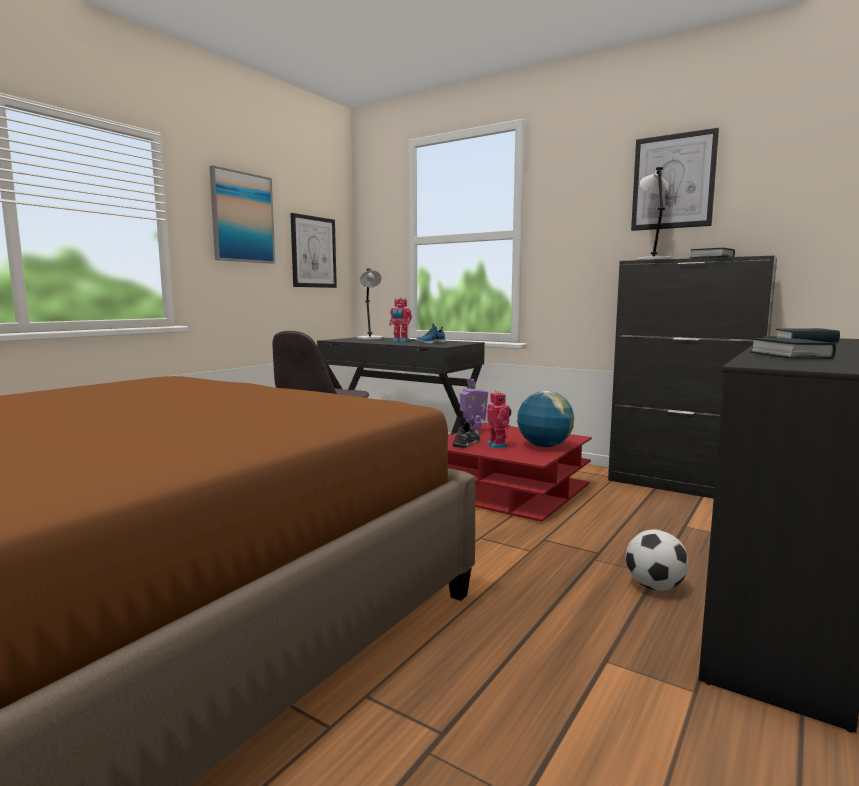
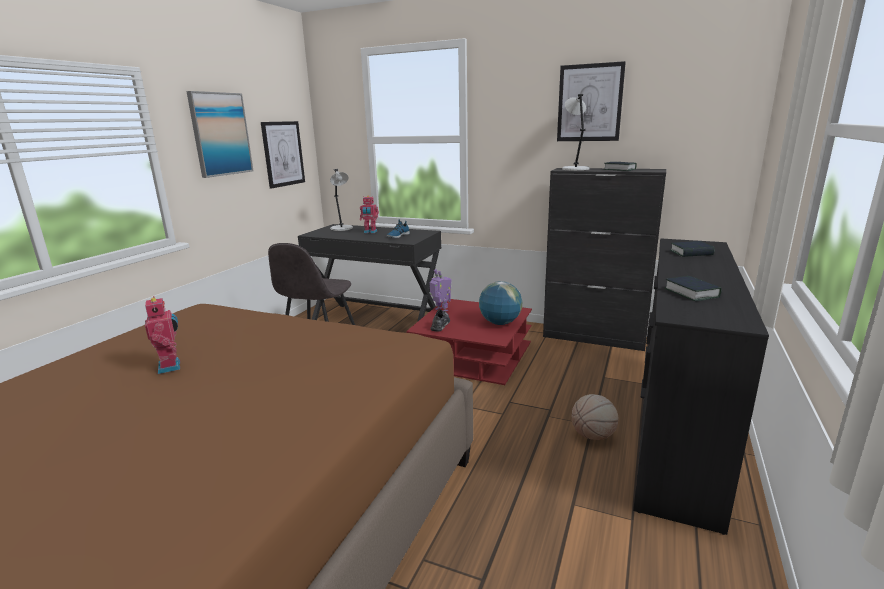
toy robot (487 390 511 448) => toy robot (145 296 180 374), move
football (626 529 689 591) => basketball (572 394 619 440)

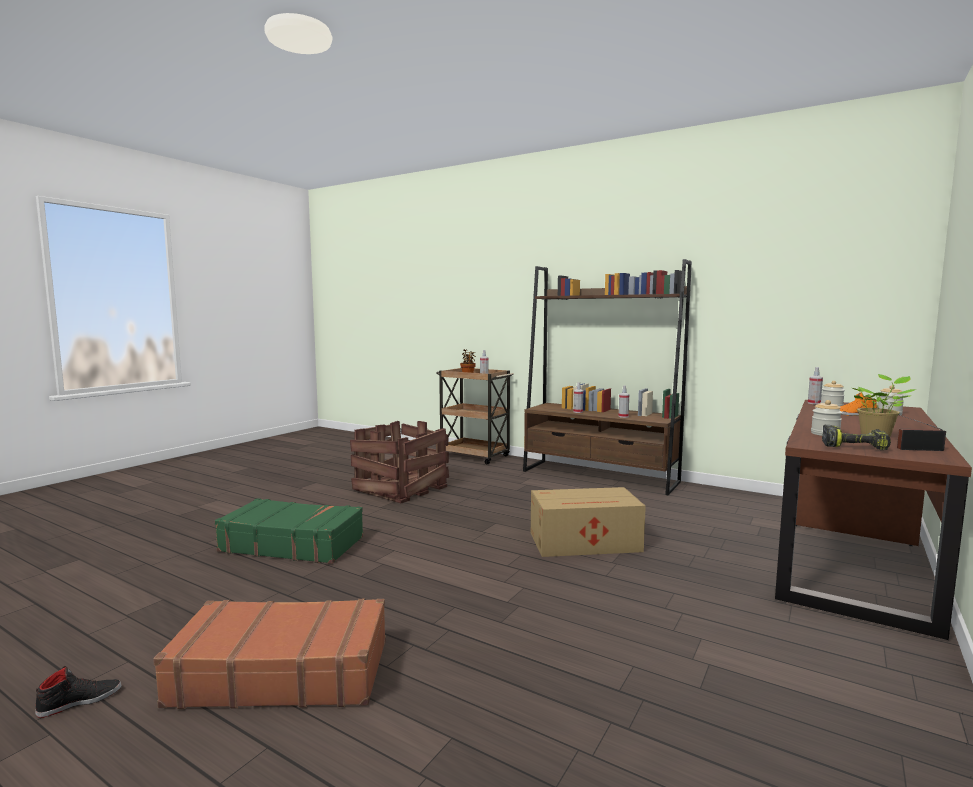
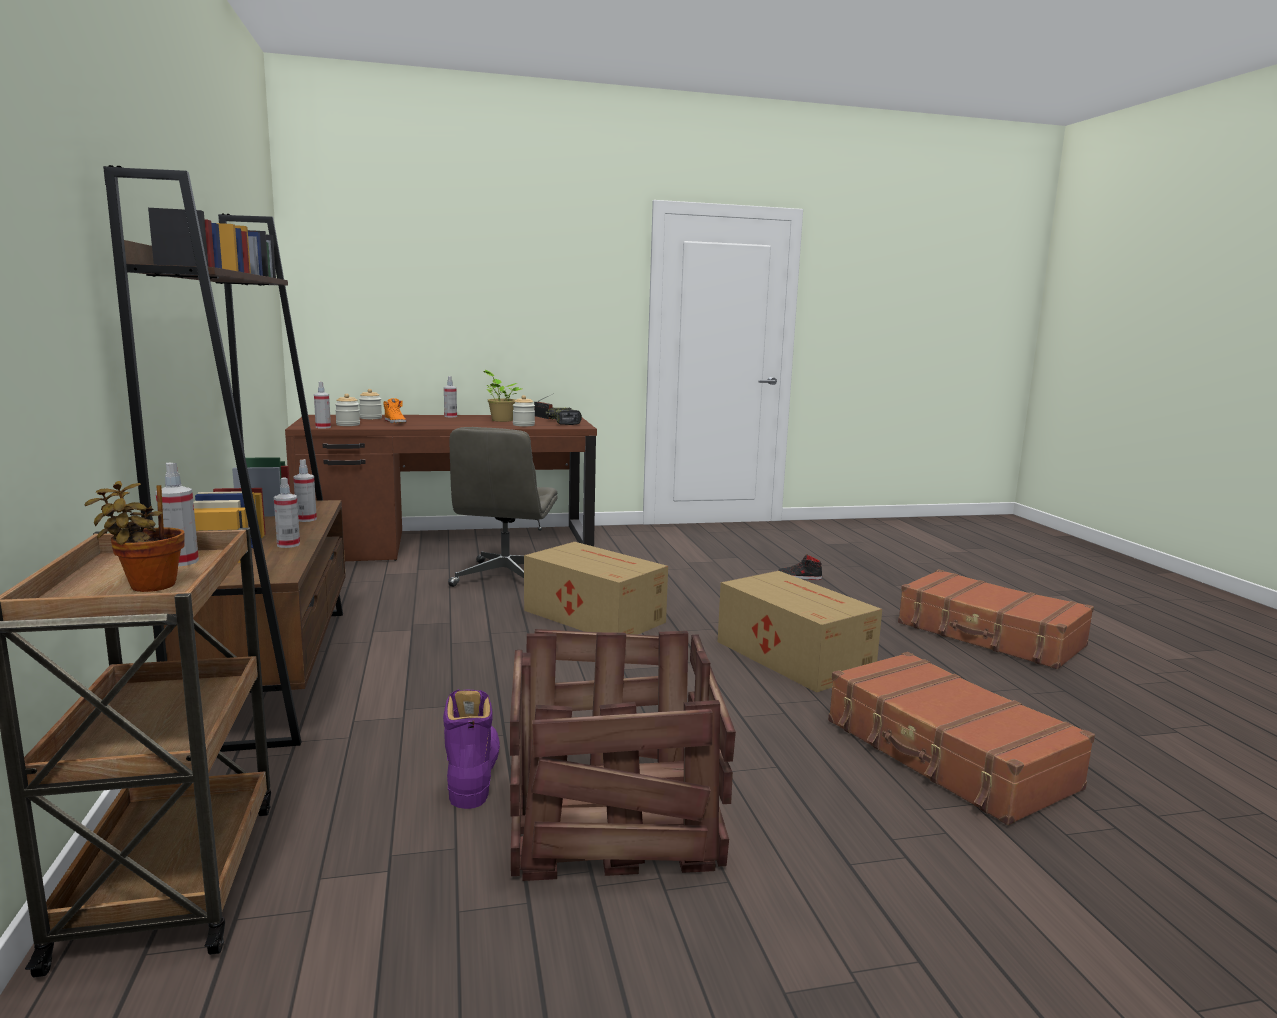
nothing => purple boot (443 689 500 809)
nothing => spray bottle (444 376 457 417)
nothing => grey office chair (448 427 558 587)
nothing => cardboard box (718 571 882 692)
black shoe (35 666 122 718) => black shoe (778 554 822 580), move
green suitcase (215 498 363 564) => brown suitcase (828 652 1095 825)

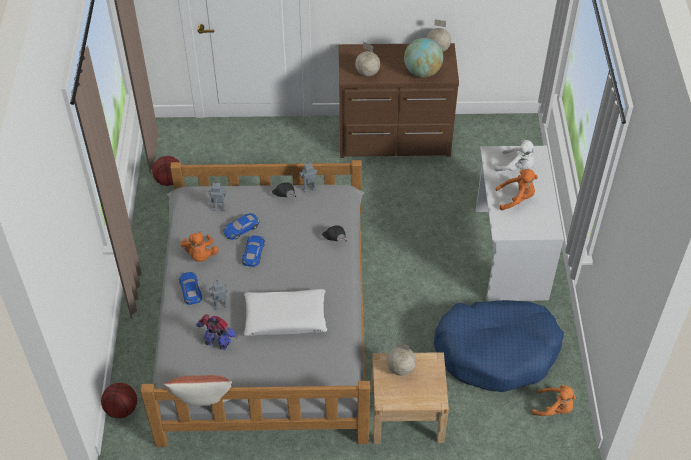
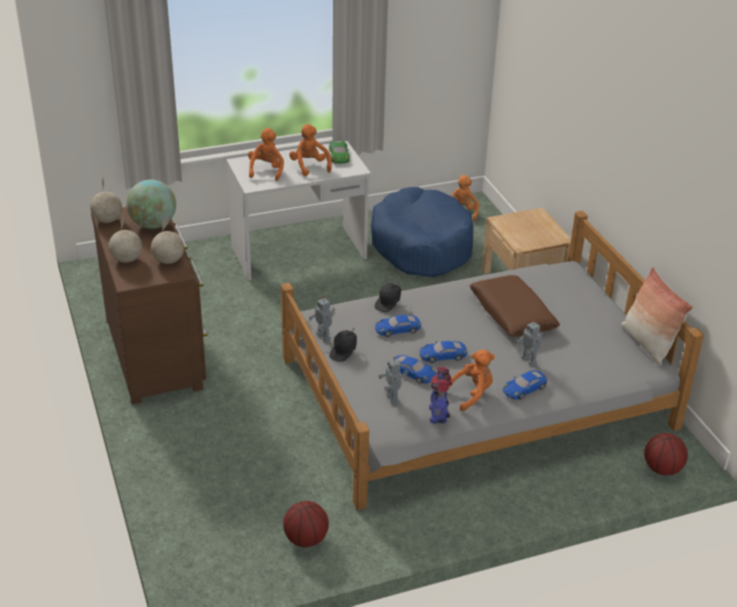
nothing => green toy car (329 140 350 164)
nothing => blue toy car (375 315 421 337)
toy robot (196 314 238 350) => toy robot (429 367 452 424), move
globe (387 342 416 376) => globe (109 214 142 263), move
white pillow (244 289 327 336) => brown pillow (470 275 560 337)
white plush toy (494 139 535 172) => orange plush toy (248 128 284 181)

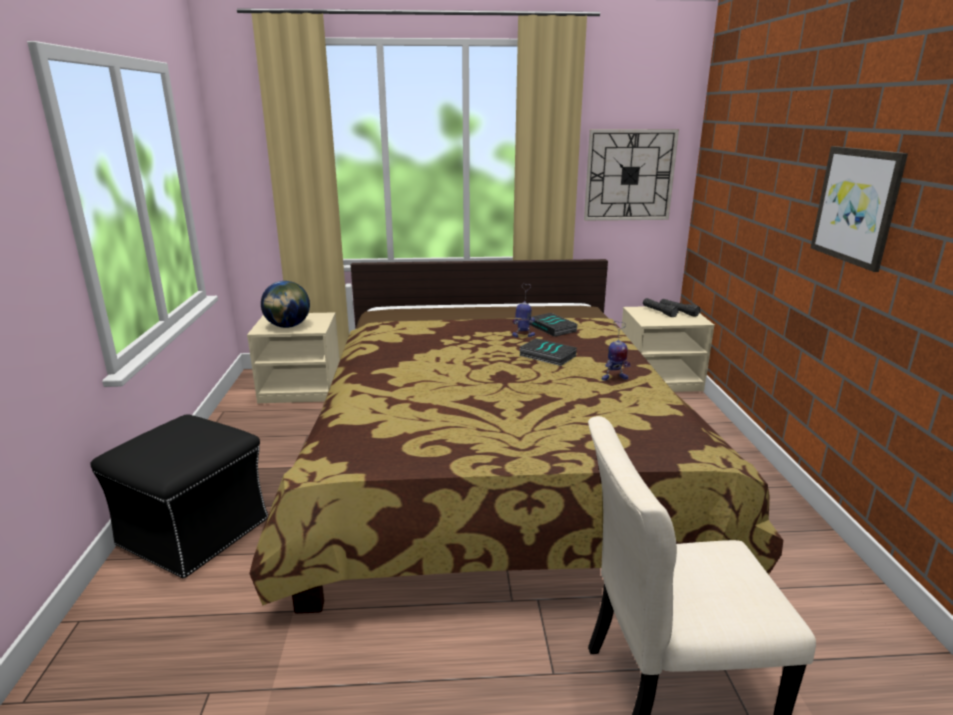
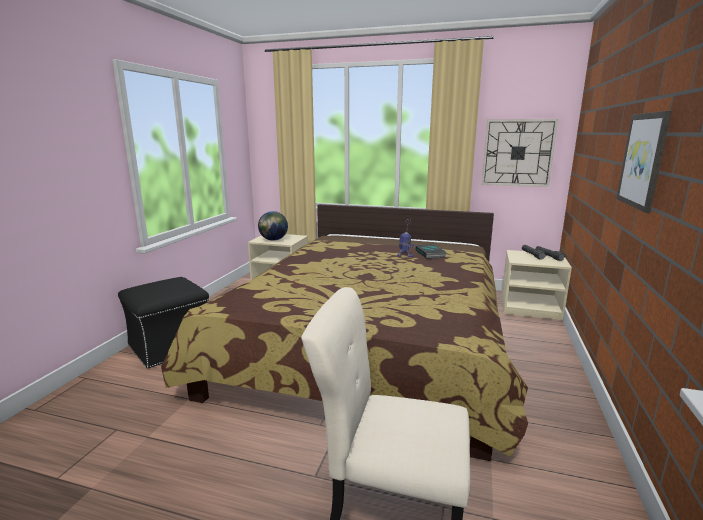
book (519 338 577 366) => nothing
toy robot (602 321 631 381) => nothing

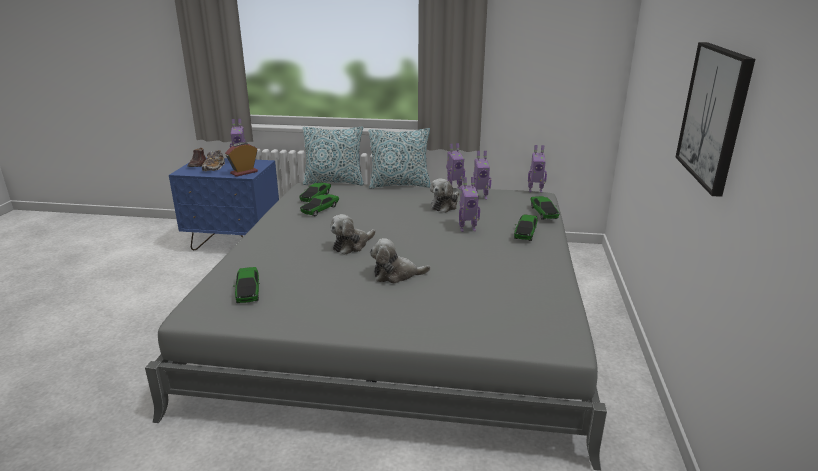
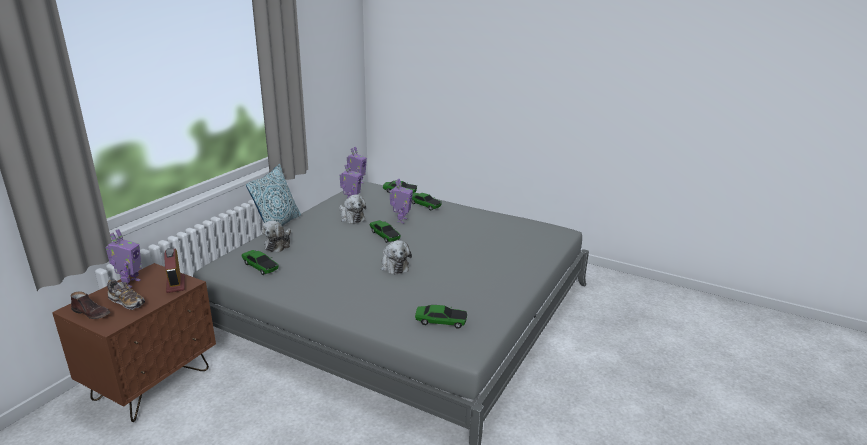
pillow (303 127 364 185) => nothing
toy robot (446 143 465 190) => nothing
picture (675 42 755 197) => nothing
toy car (300 194 339 216) => toy car (369 220 401 243), move
plush toy (370 238 431 284) => plush toy (262 221 291 252), move
blue nightstand (169 157 279 250) => brown nightstand (52 263 216 422)

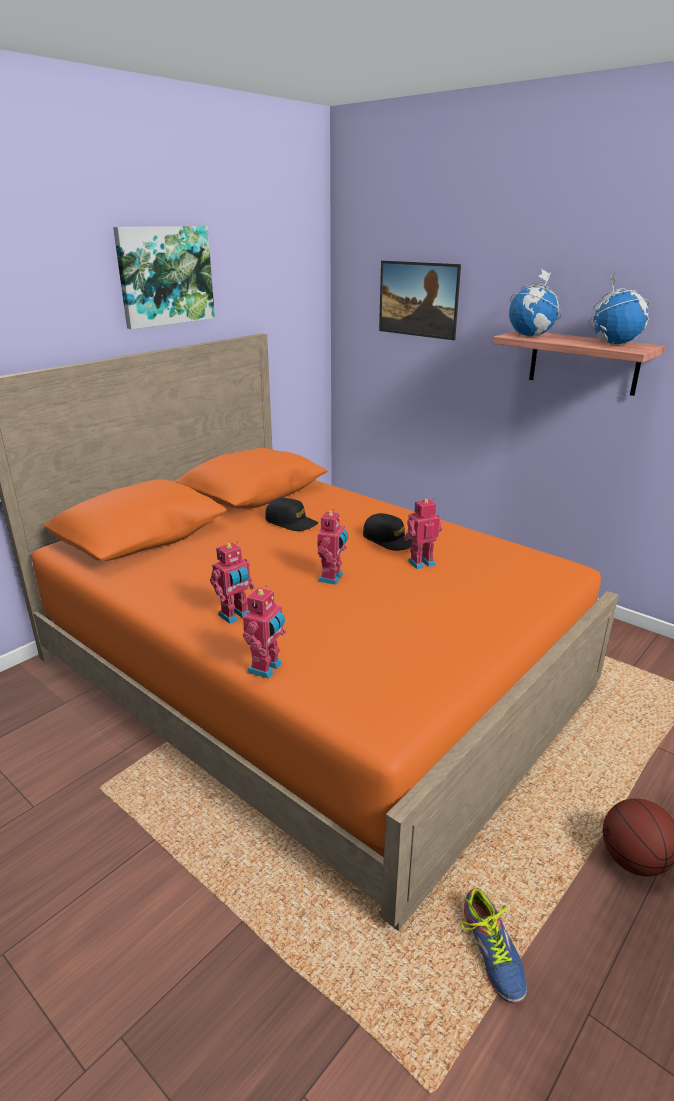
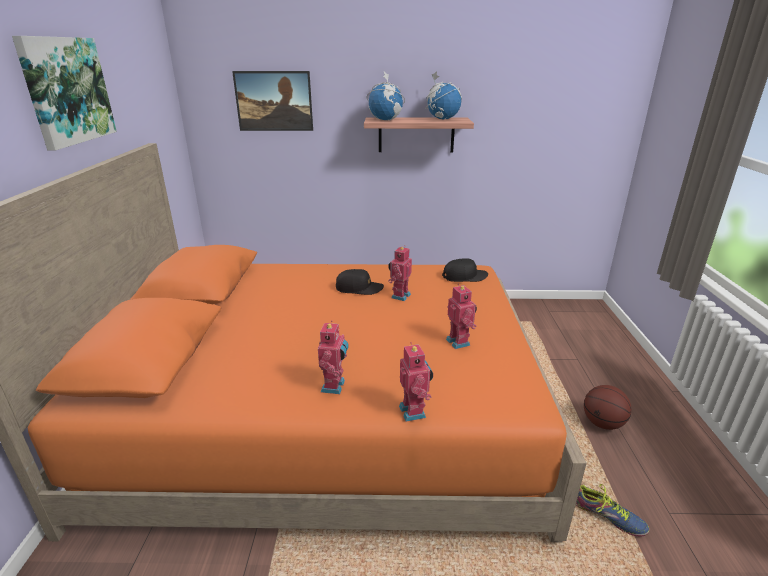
black cap (265 498 318 531) => black cap (442 258 488 282), move
toy robot (317 509 348 585) => toy robot (446 284 477 349), move

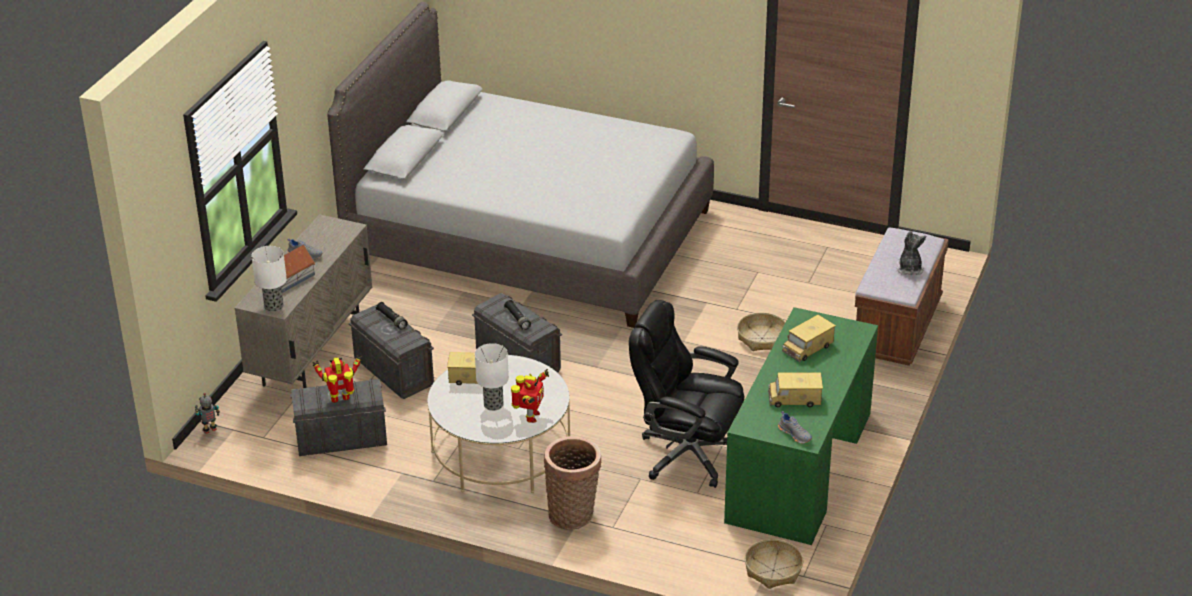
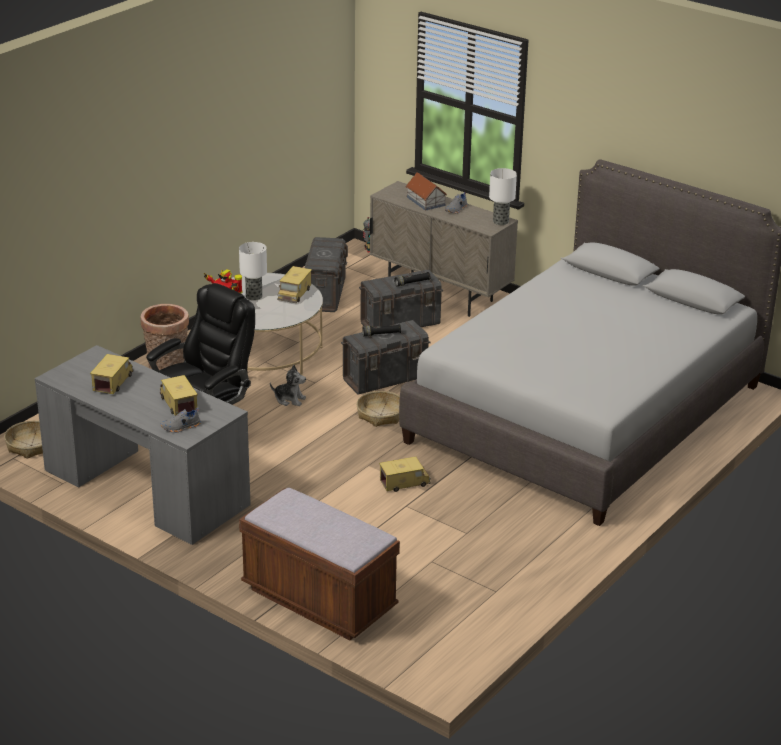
toy robot (313 355 362 403) => nothing
nothing => toy truck (379 457 431 492)
table lamp (251 246 287 312) => table lamp (489 168 517 225), move
basket (737 313 786 351) => basket (357 391 400 427), move
grey shoe (778 411 812 443) => grey shoe (161 408 201 433), move
plush toy (896 231 926 275) => plush toy (270 365 306 406), move
green desk (724 307 878 545) => grey desk (35 345 251 545)

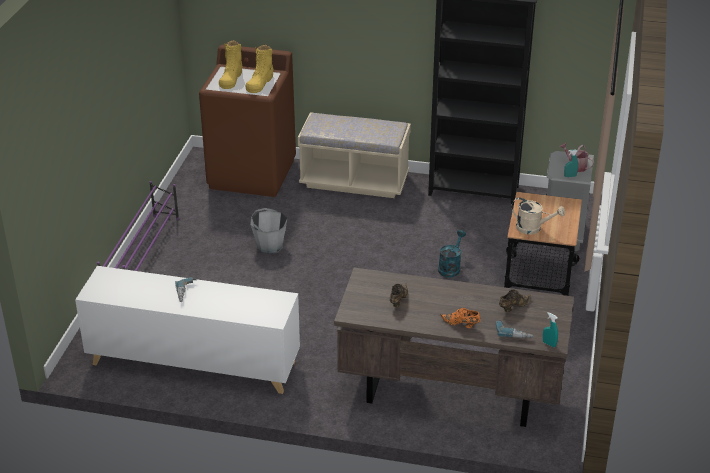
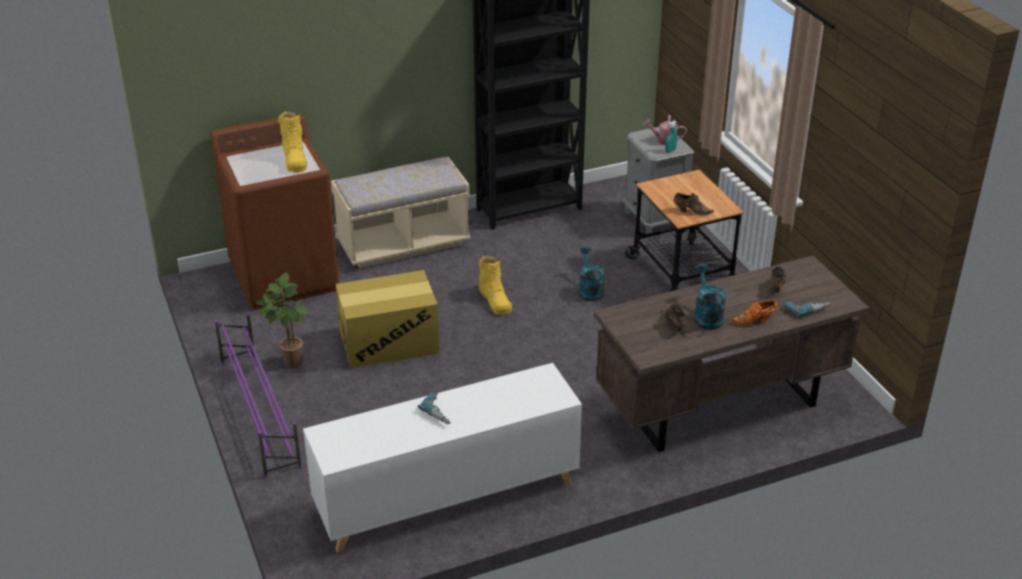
turquoise spray bottle (543 312 558 347) => nothing
nothing => potted plant (256 272 308 368)
nothing => turquoise watering can (694 264 727 330)
yellow boot (219 40 242 89) => yellow boot (479 256 512 315), move
grey bucket (250 208 287 254) => cardboard box (336 270 440 368)
beige watering can (511 197 565 234) => brown shoe (674 193 714 216)

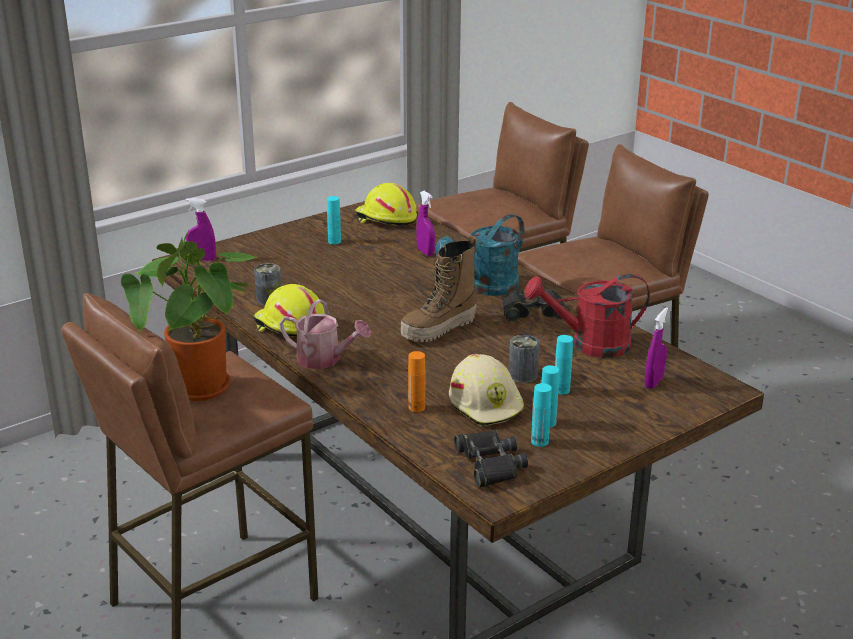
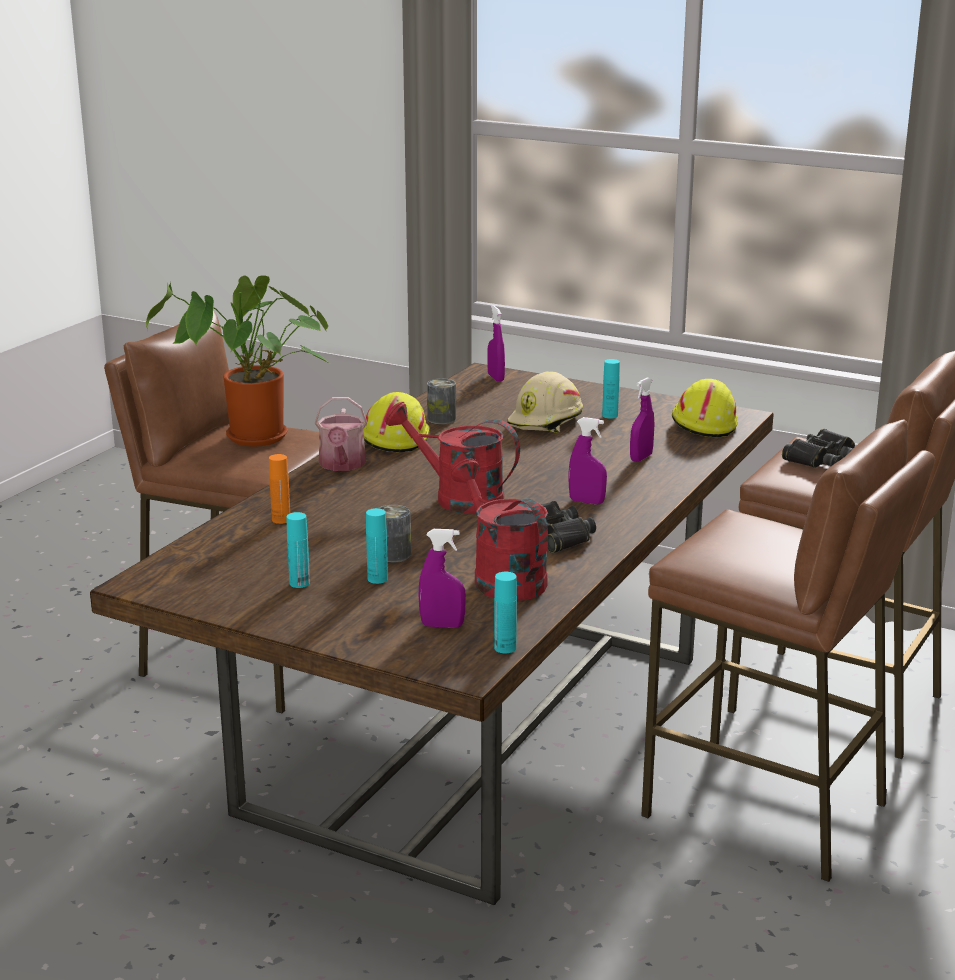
beige hard hat (449 354 525 427) => beige hard hat (507 371 583 433), move
black binoculars (454 430 528 488) => black binoculars (782 428 855 468), move
turquoise bottle (531 383 552 447) => turquoise bottle (494 572 517 653), move
boot (401 235 477 342) => red watering can (385 402 520 514)
turquoise watering can (435 214 525 296) => purple spray bottle (568 417 607 505)

